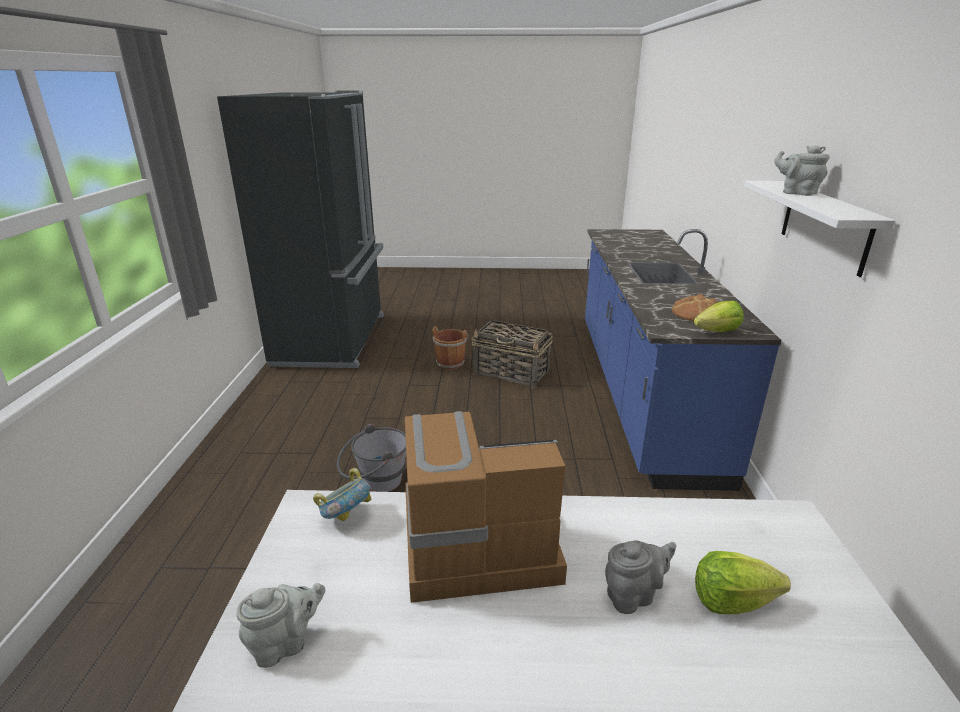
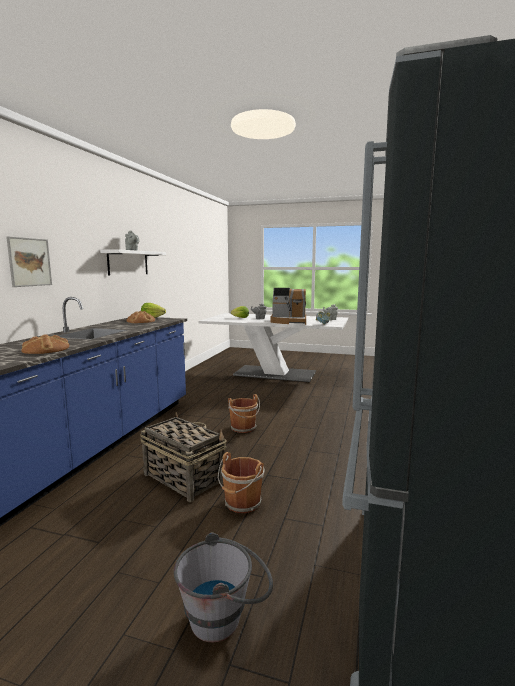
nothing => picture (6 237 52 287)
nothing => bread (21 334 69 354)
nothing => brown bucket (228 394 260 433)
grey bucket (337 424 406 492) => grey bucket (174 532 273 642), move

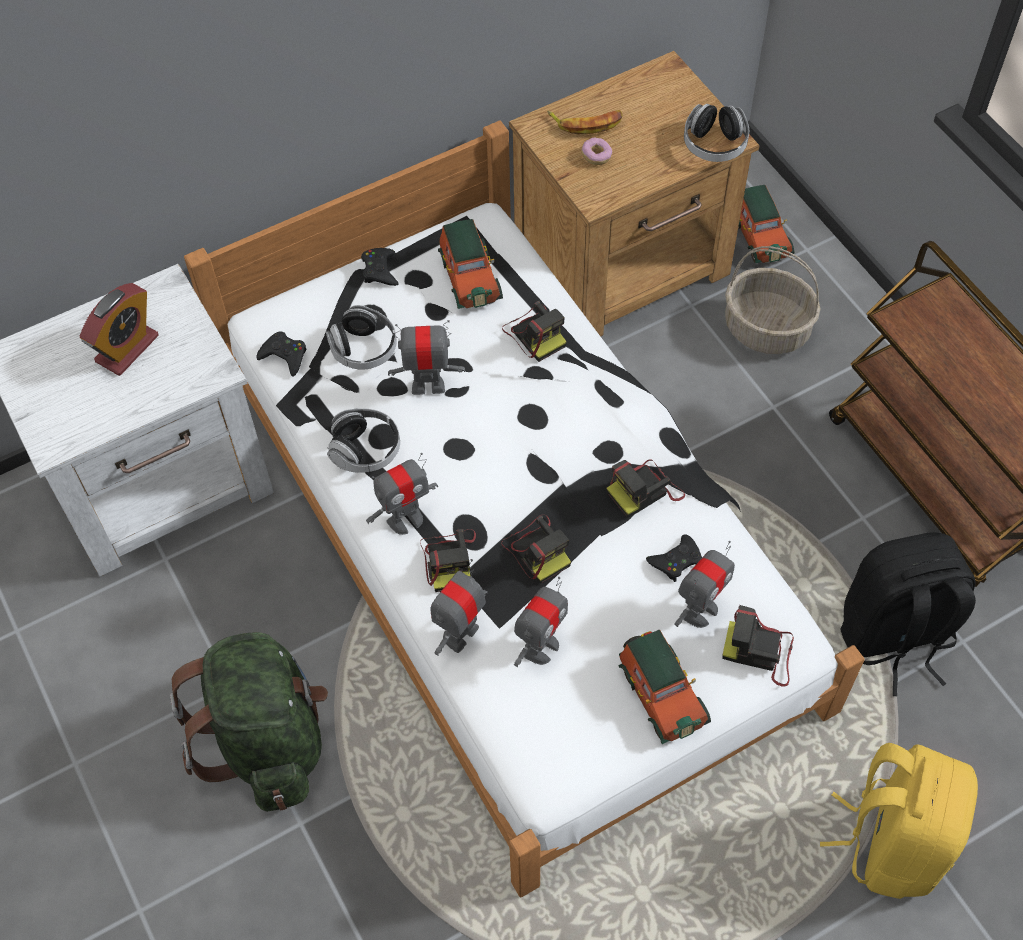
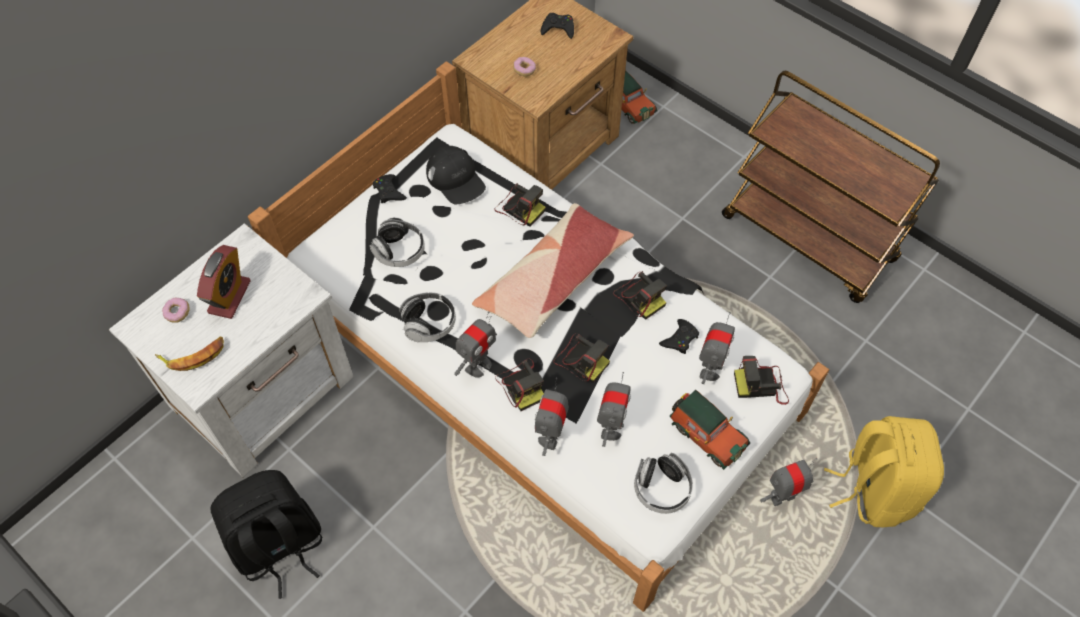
green backpack (170 632 328 812) => nothing
basket (725 246 821 354) => nothing
nothing => donut (162 297 190 323)
nothing => pillow (472 203 634 338)
black game controller (256 331 306 377) => black game controller (541 13 574 39), move
toy robot (388 320 465 395) => toy robot (760 458 818 506), move
banana (547 110 623 134) => banana (155 337 224 371), move
headphones (684 104 749 162) => headphones (634 453 693 514), move
black backpack (841 532 976 696) => black backpack (210 470 323 599), move
toy car (438 219 503 309) => black cap (426 146 486 204)
photo camera (607 459 685 518) => photo camera (613 271 667 320), 75 degrees counterclockwise

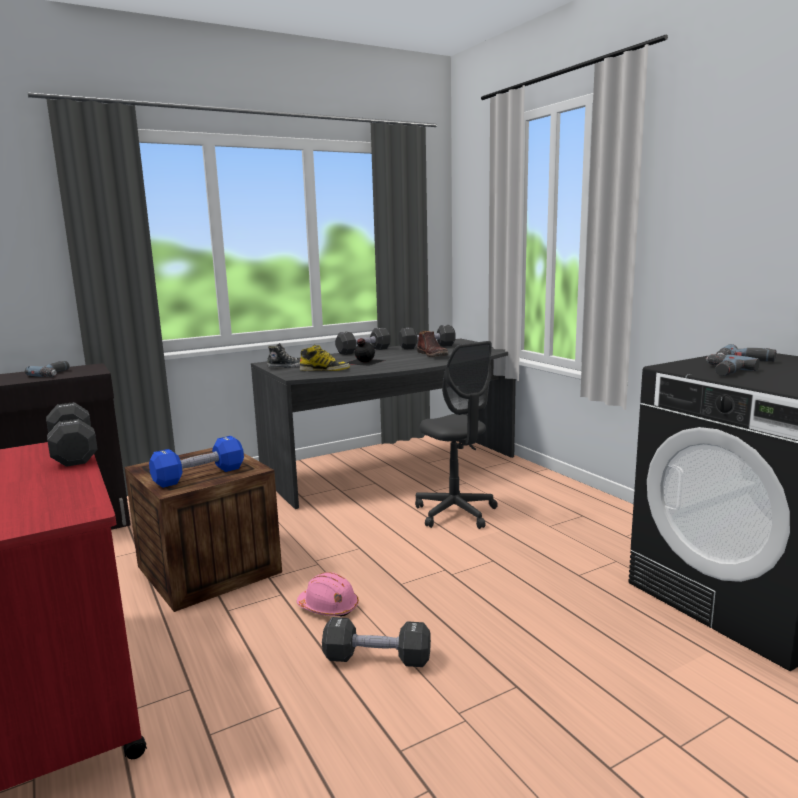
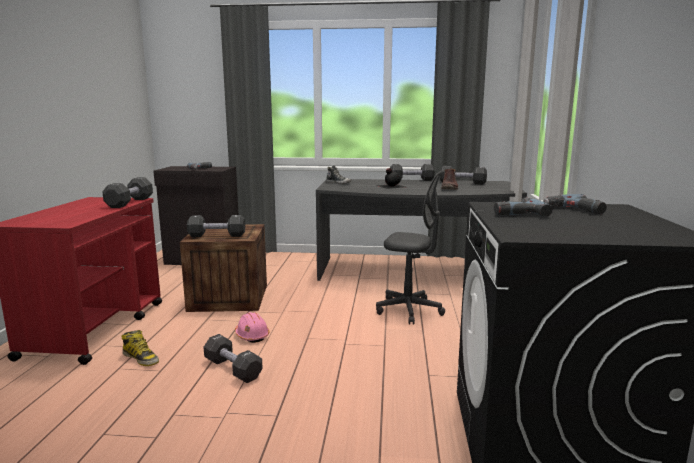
boot (300 345 350 371) => boot (121 330 159 366), move
blue dumbbell (149 436 244 488) => black dumbbell (187 215 245 237)
grey office chair (415 341 498 529) => grey office chair (376 170 445 325), 75 degrees counterclockwise

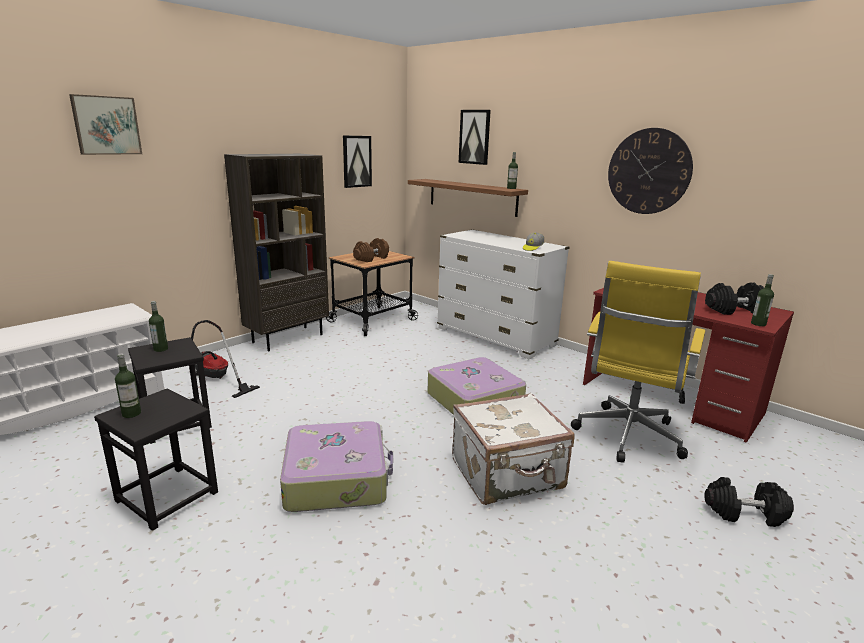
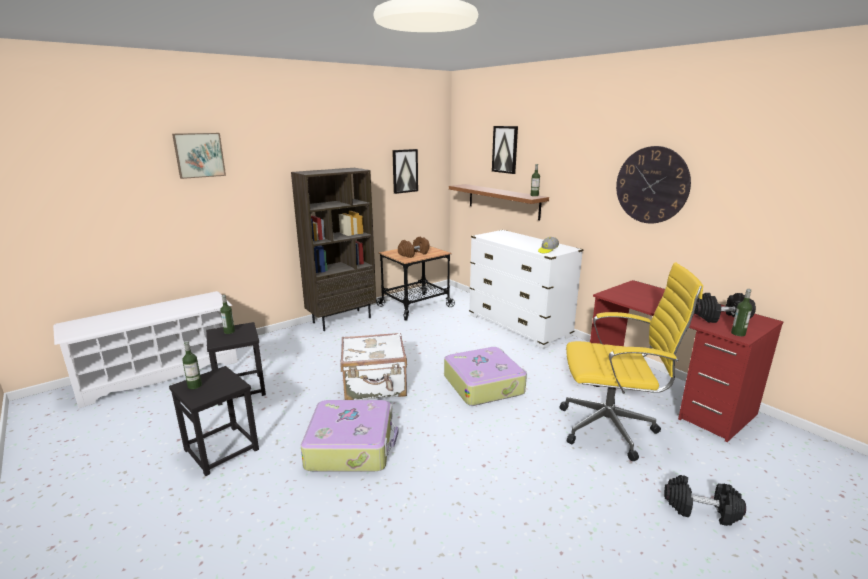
vacuum cleaner (191 320 260 398) => nothing
white suitcase (452 393 575 505) => white suitcase (341 332 407 400), move
yellow office chair (571 261 705 463) => yellow office chair (560 263 703 461), 120 degrees counterclockwise

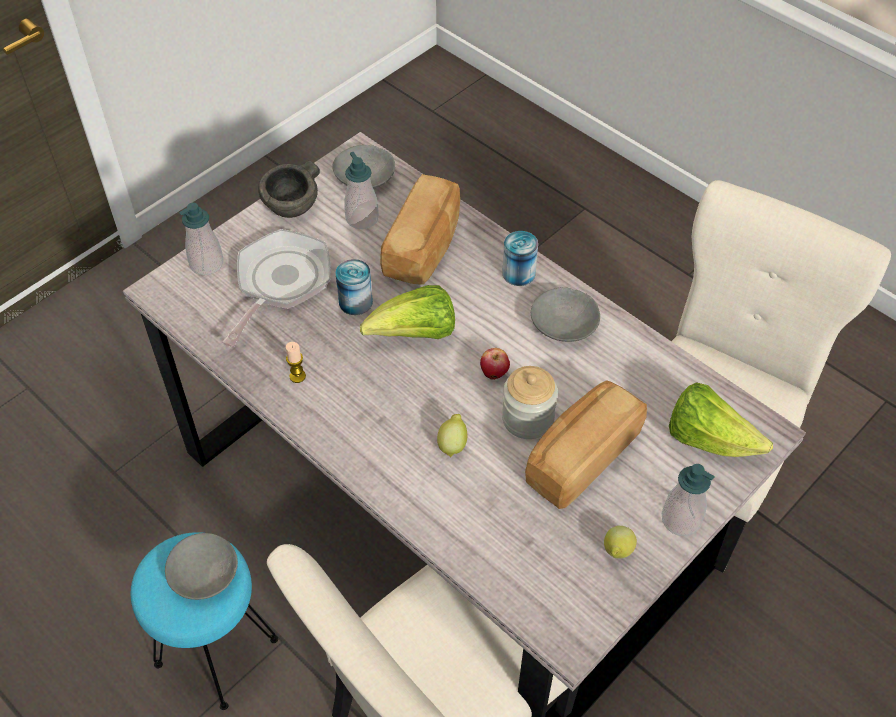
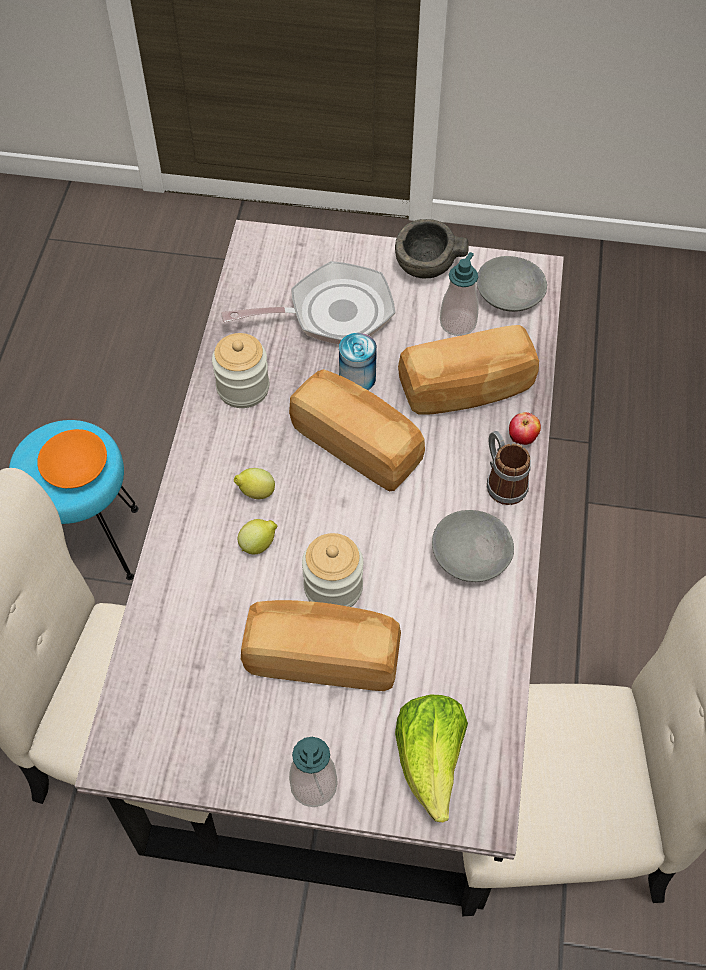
soap dispenser (179 203 223 275) => nothing
apple (480 348 510 380) => apple (509 412 541 445), move
lemon (604 526 637 559) => lemon (234 468 275 499), move
candle (286 342 306 383) => jar (212 333 269 408)
lettuce (360 285 455 339) => bread (289 369 425 491)
can (502 231 538 286) => mug (487 431 531 505)
grey bowl (165 533 238 600) => orange bowl (37 429 107 488)

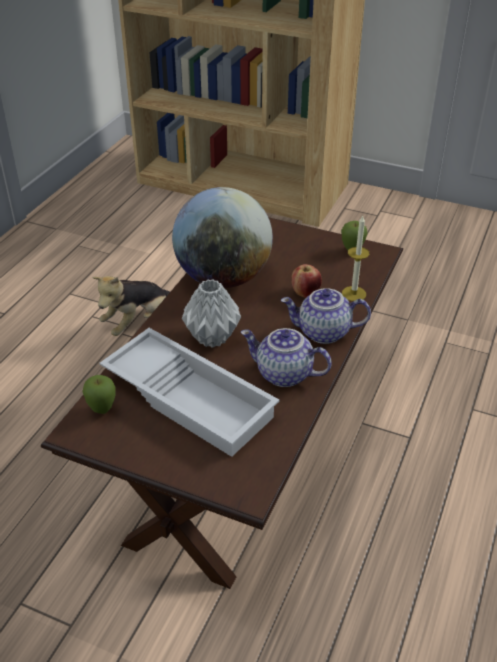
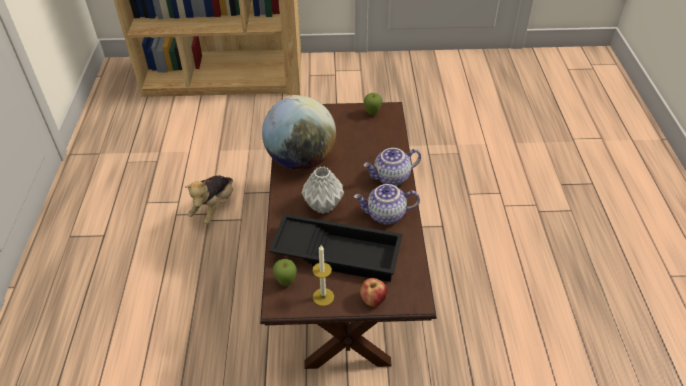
apple (291 264 322 298) => apple (360 278 387 307), move
candle (342 216 369 301) => candle (313 245 334 306), move
white tray (100 328 280 457) => black tray (269 214 403 282)

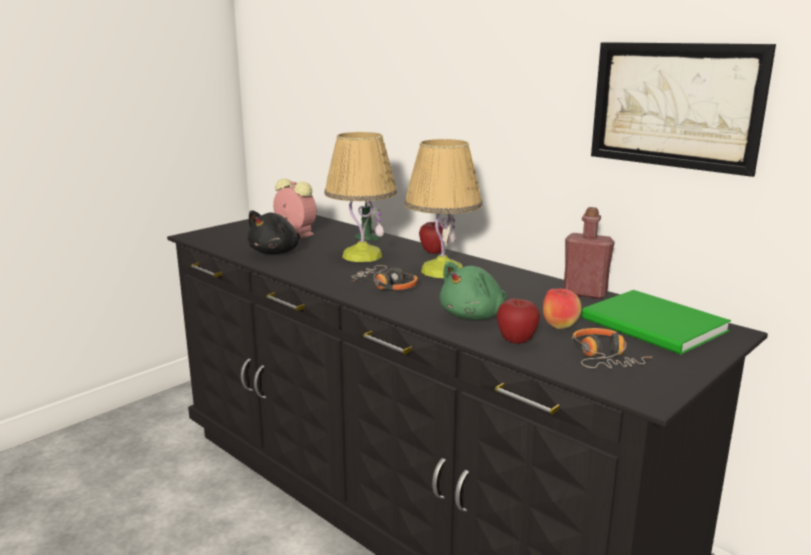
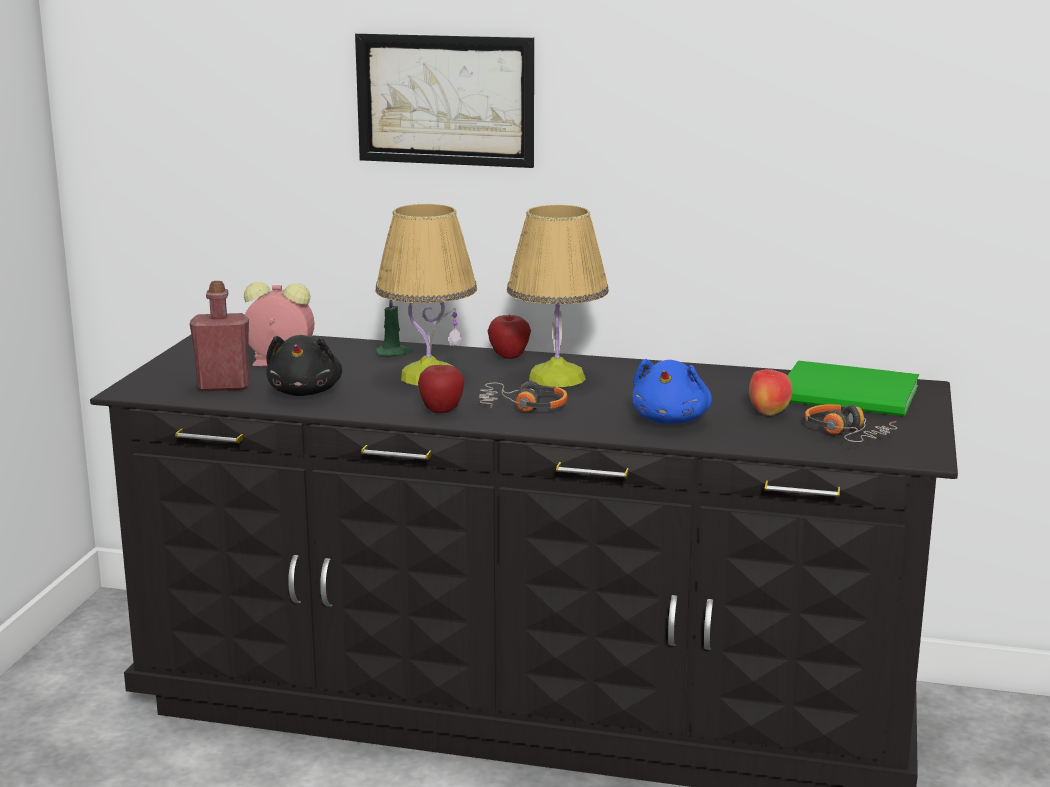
apple (496 299 540 344) => apple (418 365 465 413), move
red bottle (563 207 615 299) => red bottle (190 281 250 391), move
picture (591 42 776 177) => picture (355 33 534 168), move
green plush toy (440 261 507 320) => blue plush toy (632 359 712 424)

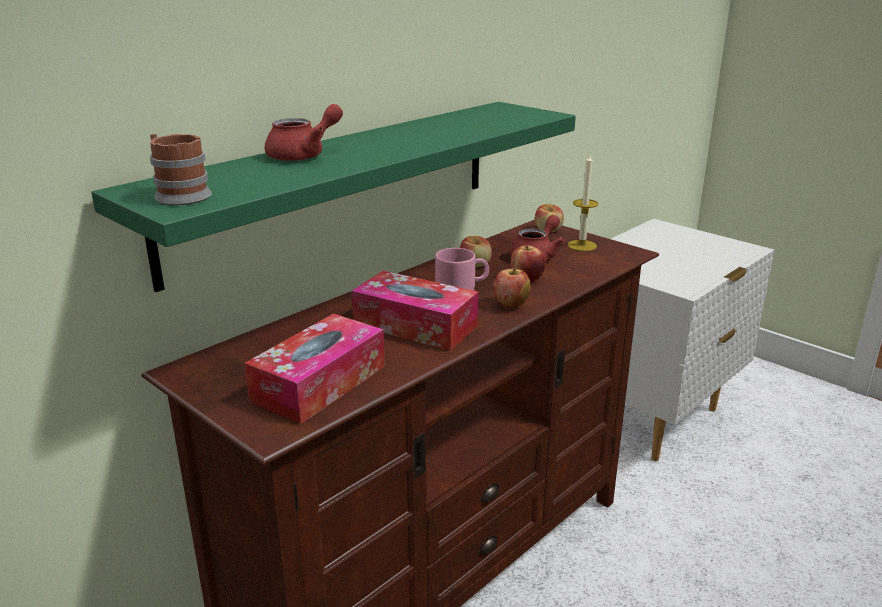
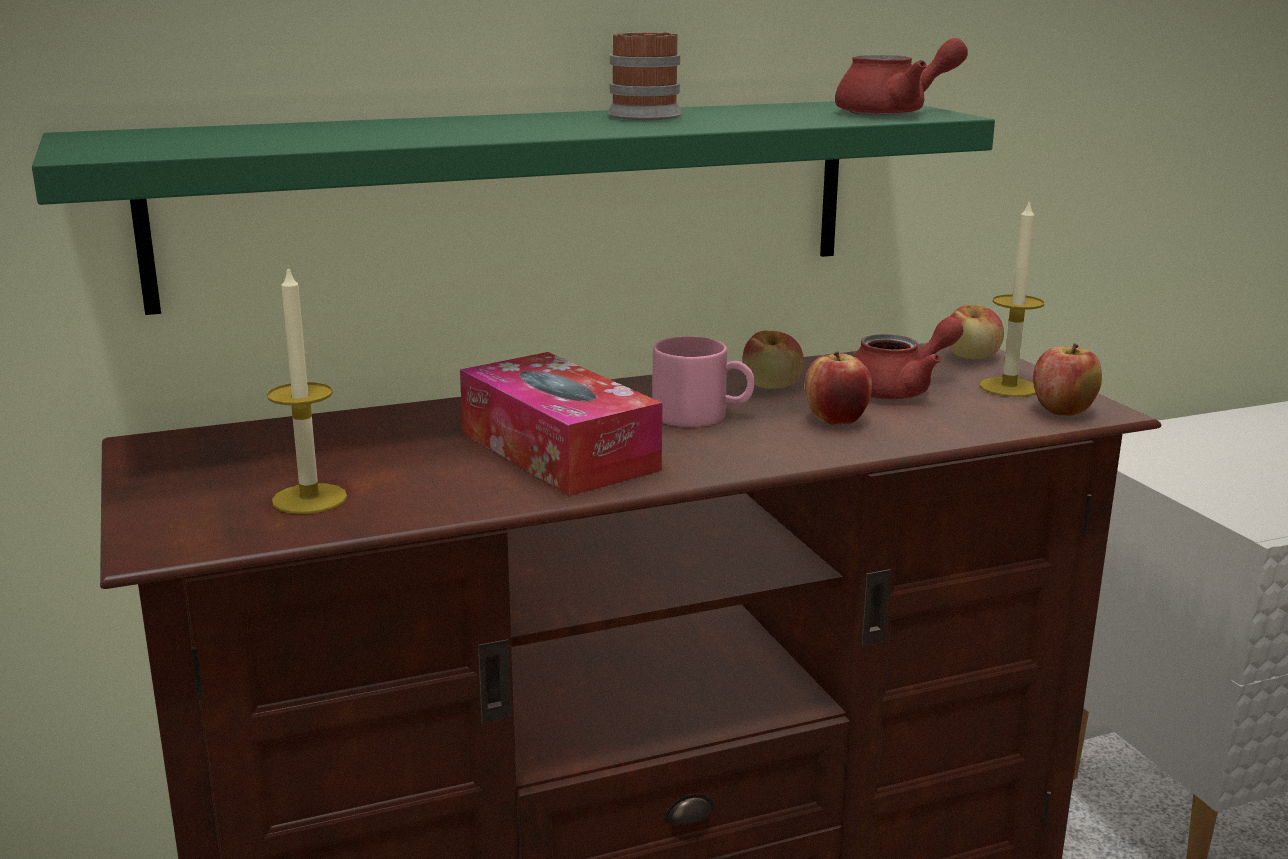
mug (150 134 212 205) => mug (608 32 682 120), move
red teapot (265 104 343 161) => red teapot (835 38 968 116), move
apple (493 268 531 308) => apple (1033 343 1102 416), move
tissue box (245 313 385 424) => candle (267 265 347 514)

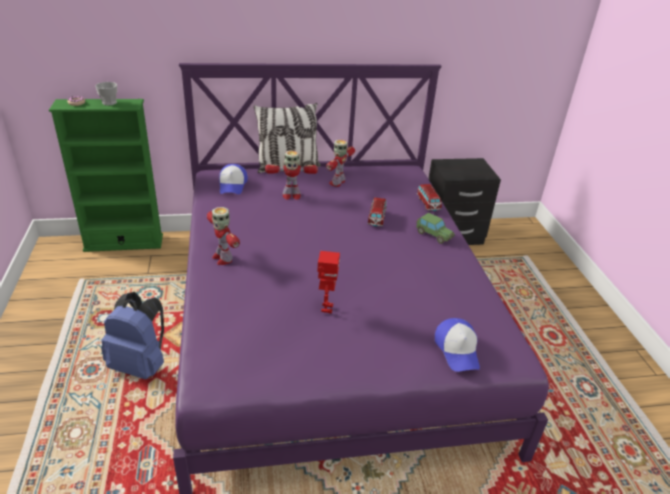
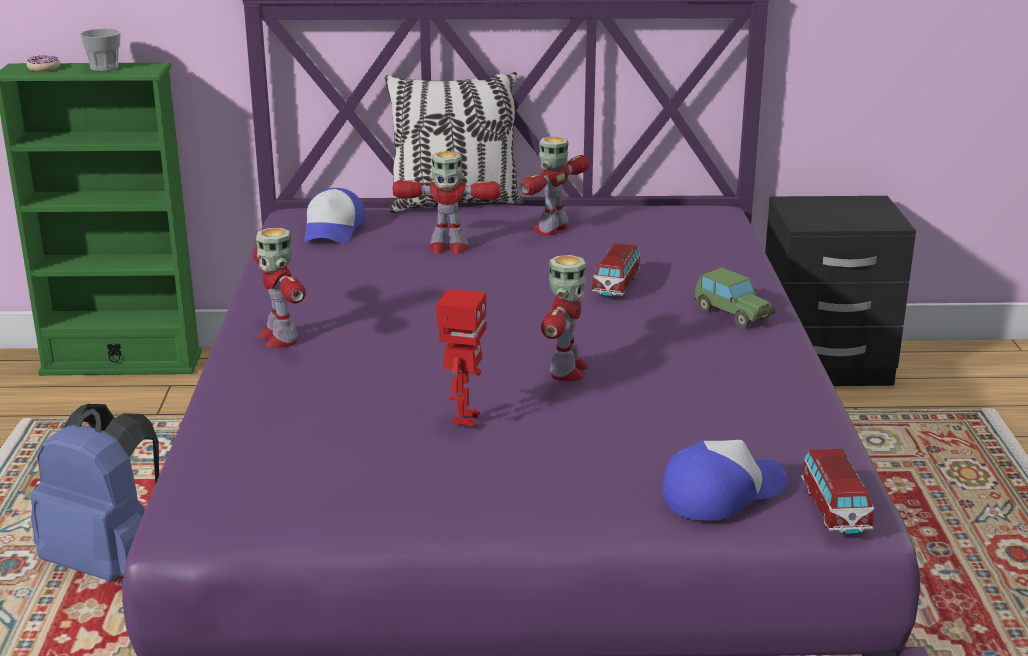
nothing => toy robot (541 255 589 381)
toy car (416 184 442 211) => toy car (800 449 874 534), move
cap (435 318 480 372) => cap (662 440 787 521), 120 degrees counterclockwise

